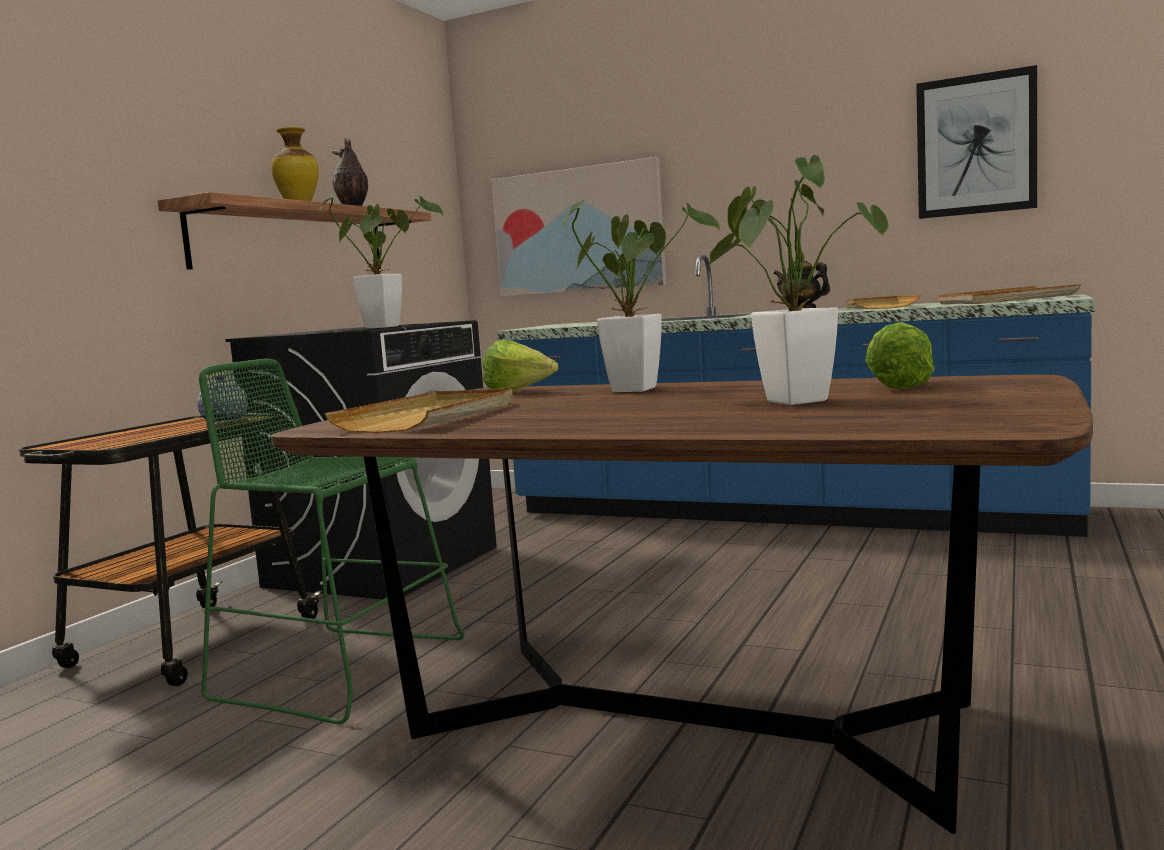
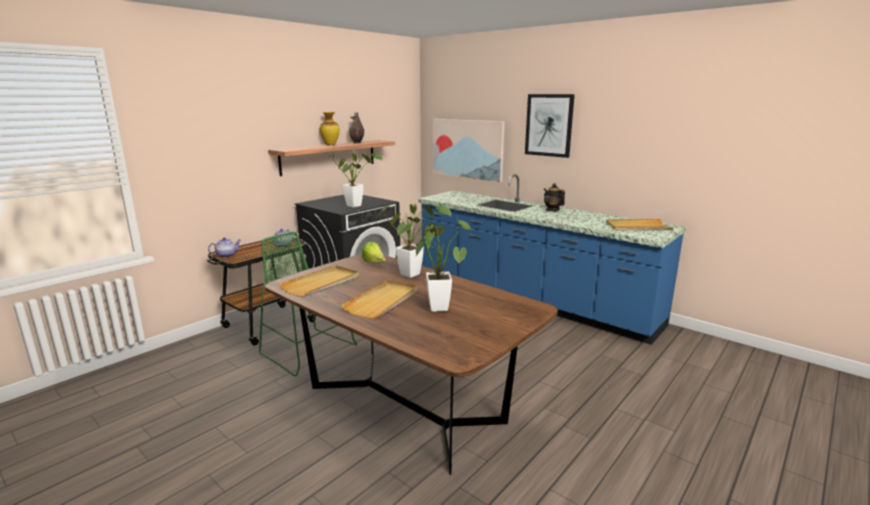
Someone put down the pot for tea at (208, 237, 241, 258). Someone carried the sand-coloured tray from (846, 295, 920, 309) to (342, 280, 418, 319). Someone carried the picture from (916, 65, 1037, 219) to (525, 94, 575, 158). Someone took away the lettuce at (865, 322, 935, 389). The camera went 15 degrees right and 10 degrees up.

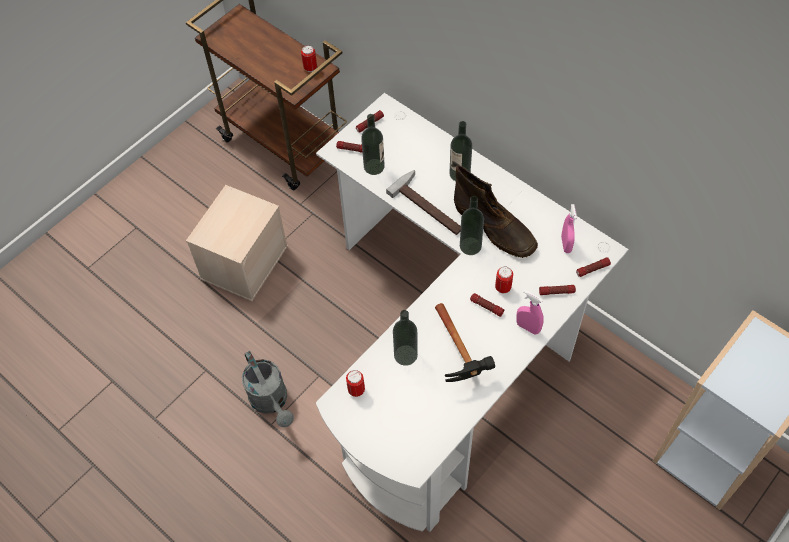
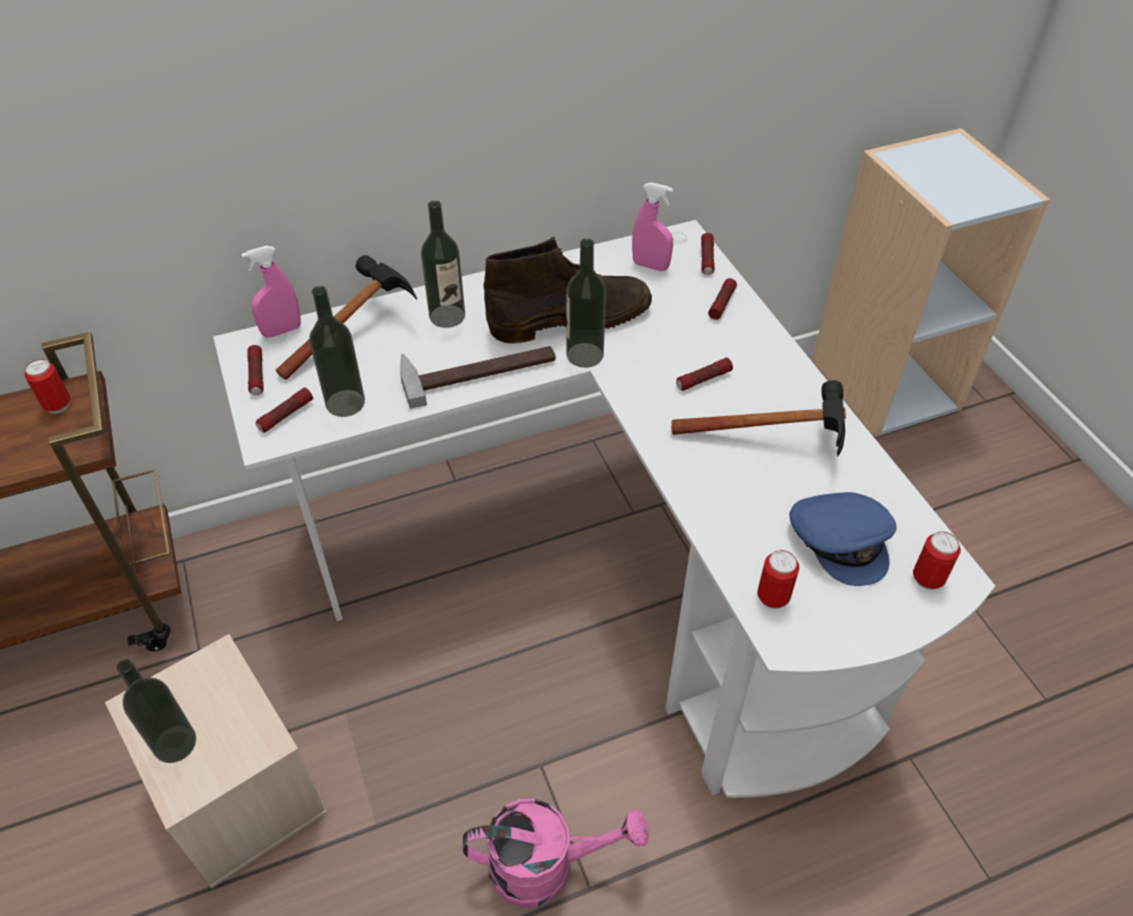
Someone carried the bottle from (393, 310, 418, 366) to (117, 659, 196, 763). Someone carried the pinkish hand sprayer from (516, 290, 544, 335) to (241, 246, 301, 337). Someone put down the hammer at (276, 255, 417, 380). Someone repainted the greyish watering pot at (242, 351, 294, 427), which became the pinkish watering pot at (462, 799, 649, 908). Someone put down the blue-coloured baseball cap at (789, 492, 897, 586). Someone carried the metal can from (495, 267, 513, 293) to (913, 532, 961, 590). The camera went 65 degrees left and 10 degrees down.

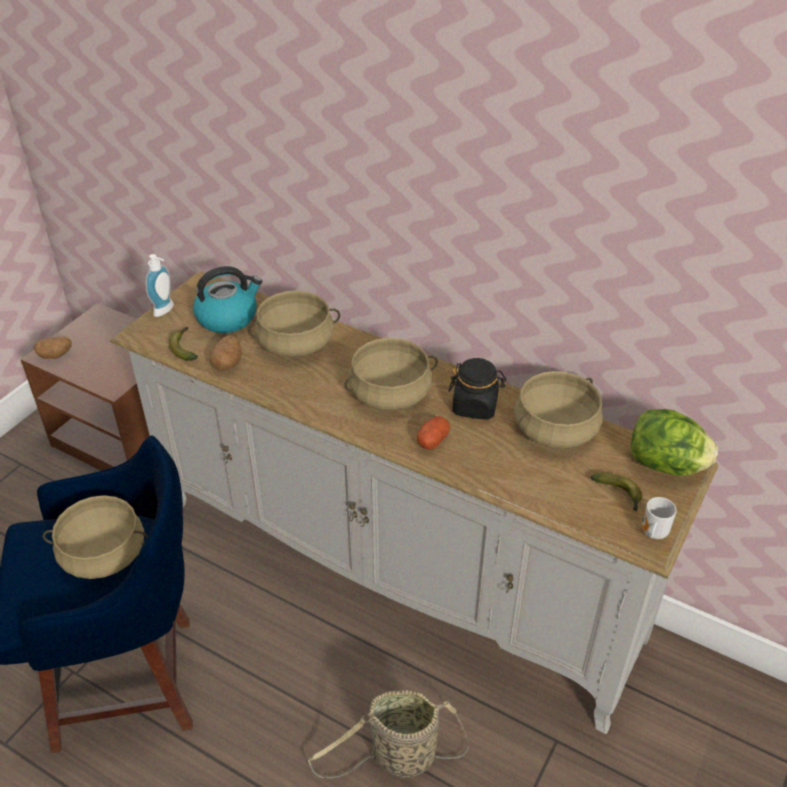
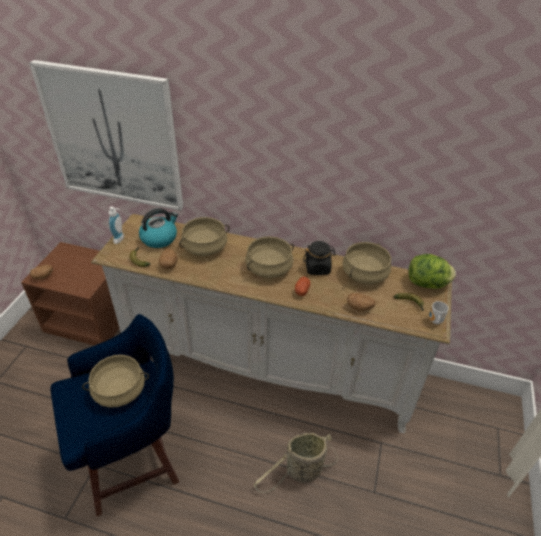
Someone put up the picture at (29, 60, 183, 211). Someone put down the whole potato at (347, 293, 375, 311). The camera went 15 degrees left and 0 degrees up.

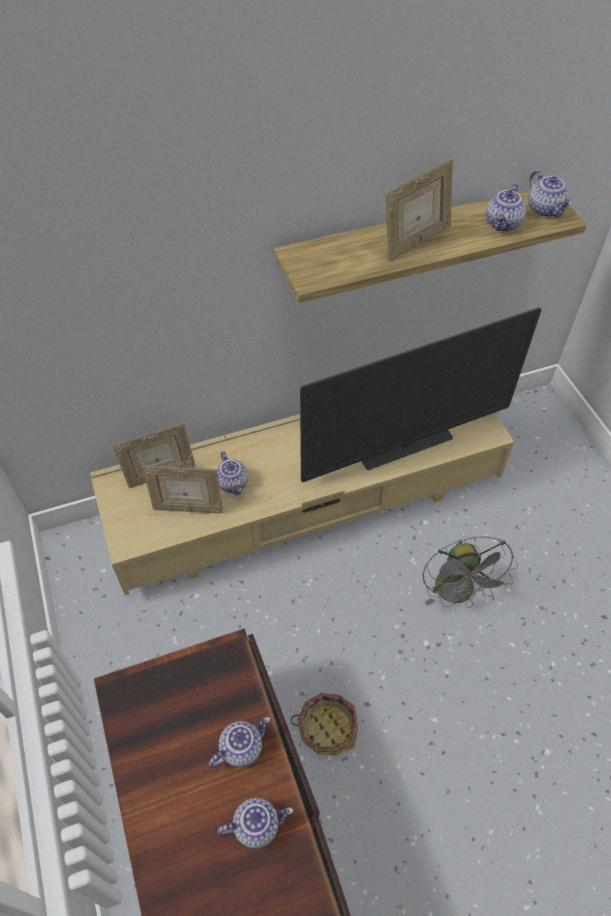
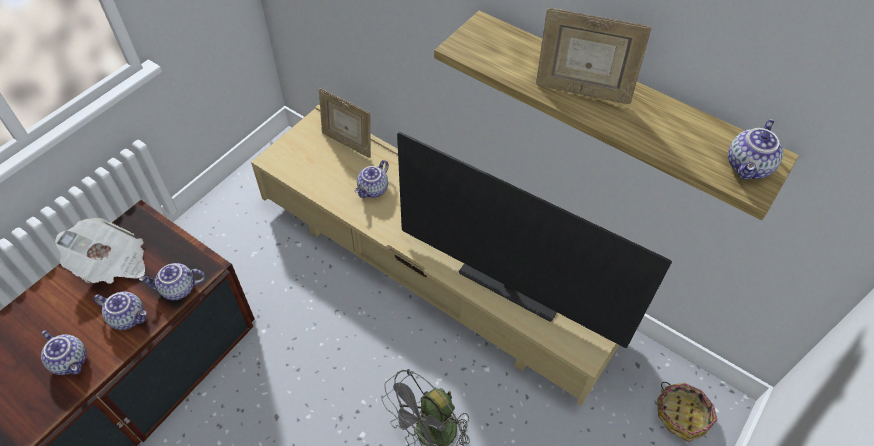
Someone put down the daily paper at (55, 218, 145, 284). Someone carried the pot for tea from (486, 184, 526, 232) to (139, 263, 205, 300). Someone carried the storage basket from (291, 693, 358, 755) to (657, 382, 717, 442). Someone took away the photo frame at (142, 466, 223, 514). The camera went 55 degrees right and 0 degrees up.

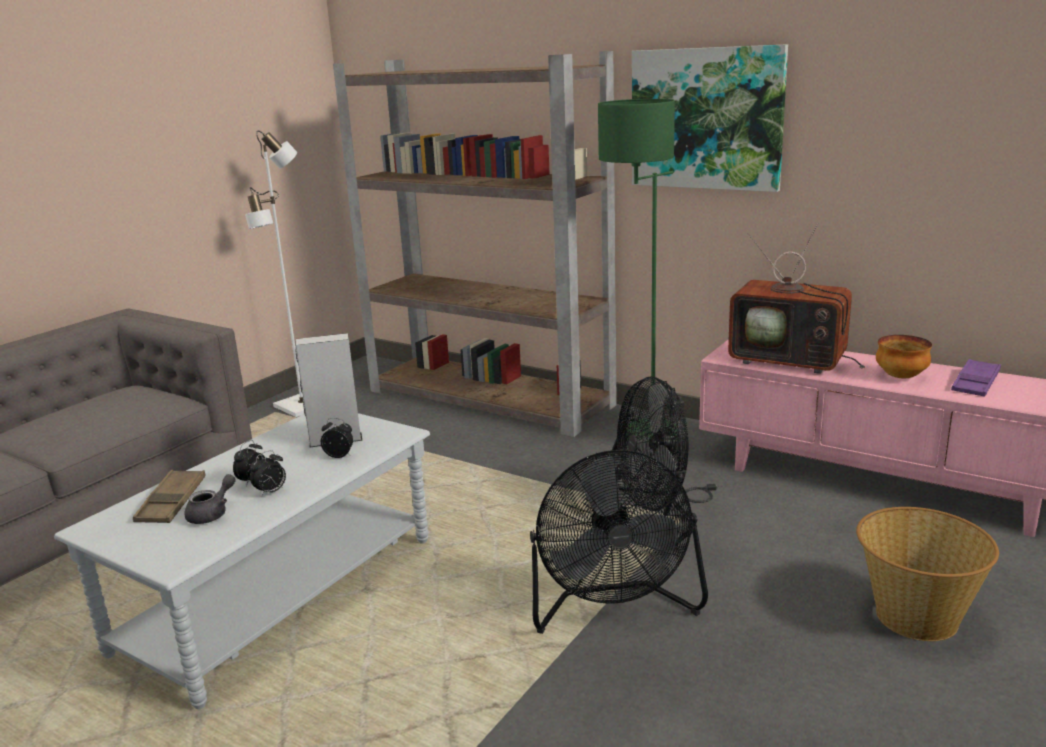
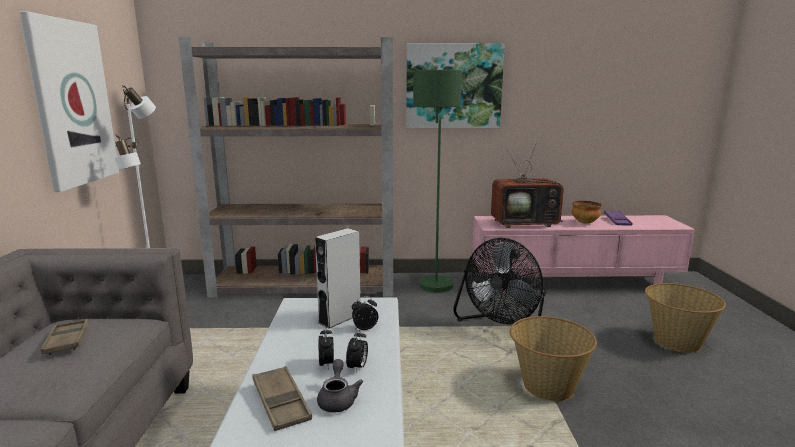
Someone put up the picture at (20, 11, 119, 192). Someone put down the brownish tray at (40, 319, 89, 355). Someone swapped the black electric fan at (530, 450, 708, 634) for the storage basket at (510, 316, 597, 402). The camera went 35 degrees left and 5 degrees down.

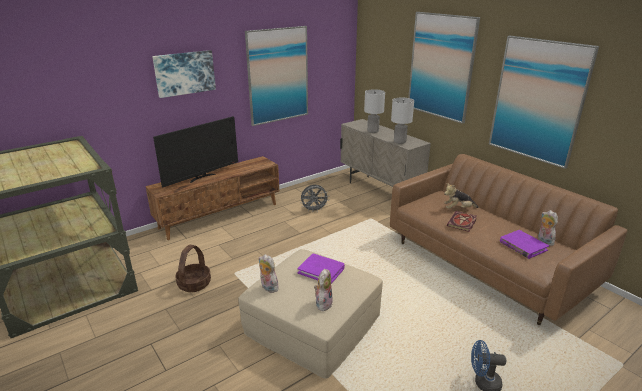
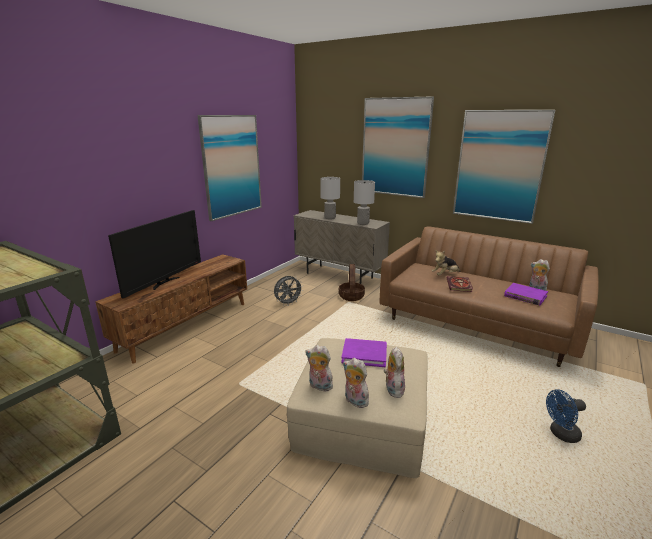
Someone carried the storage basket from (175, 245, 211, 292) to (339, 264, 365, 301). Someone put down the soft toy at (343, 358, 369, 408). Someone took away the picture at (152, 50, 216, 98). The camera went 20 degrees left and 5 degrees down.

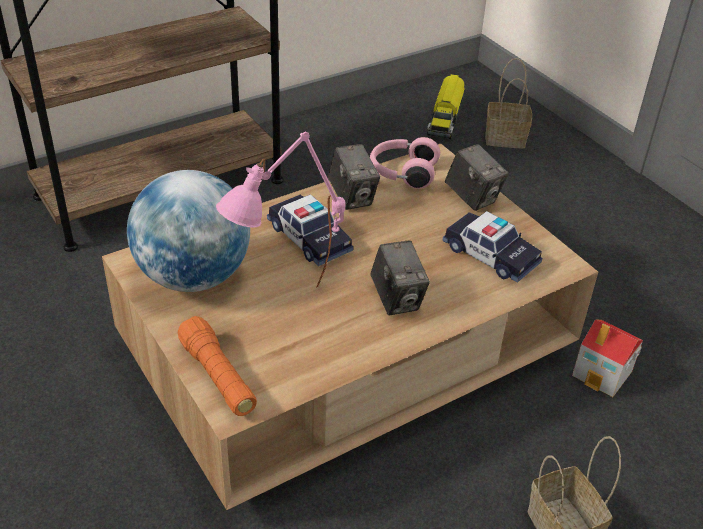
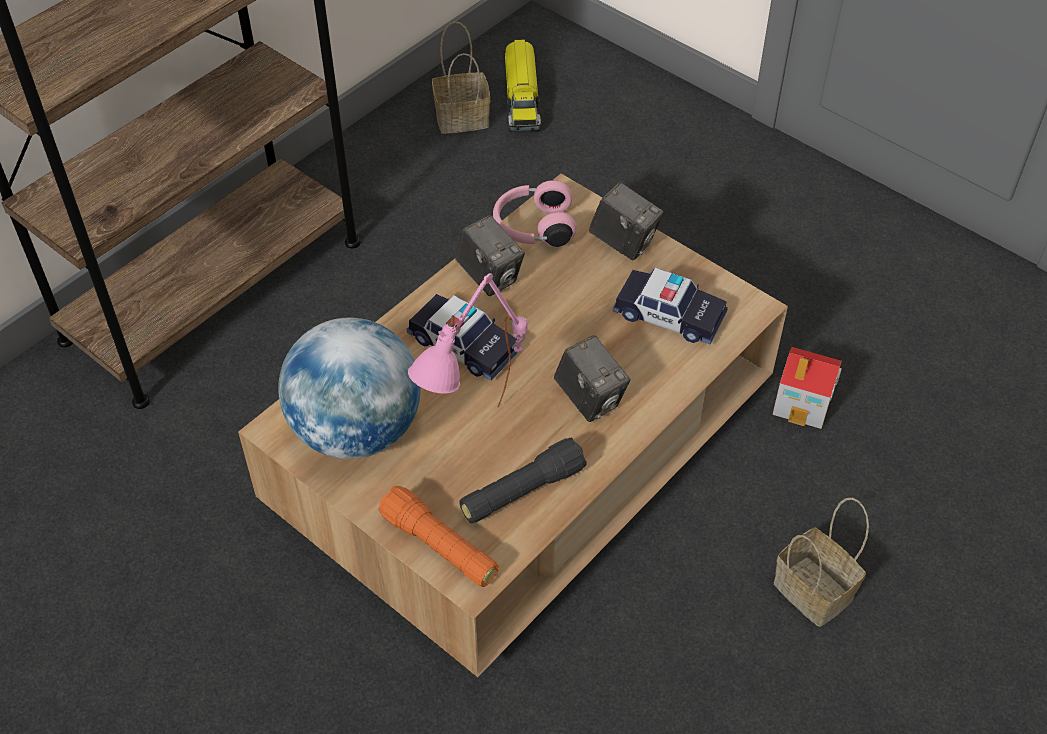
Someone carried the storage basket from (485, 58, 532, 149) to (432, 21, 490, 134). Someone put down the black torch at (459, 437, 587, 523). The camera went 15 degrees left and 10 degrees up.

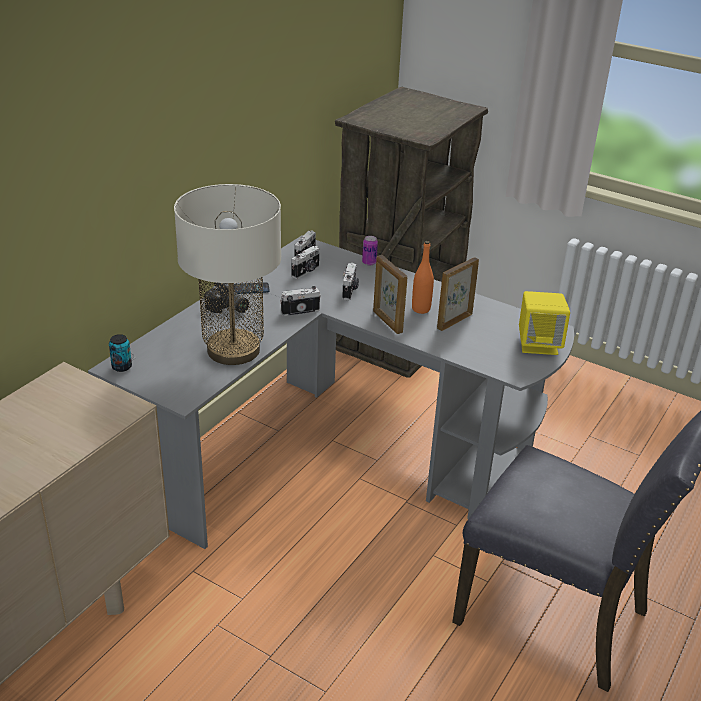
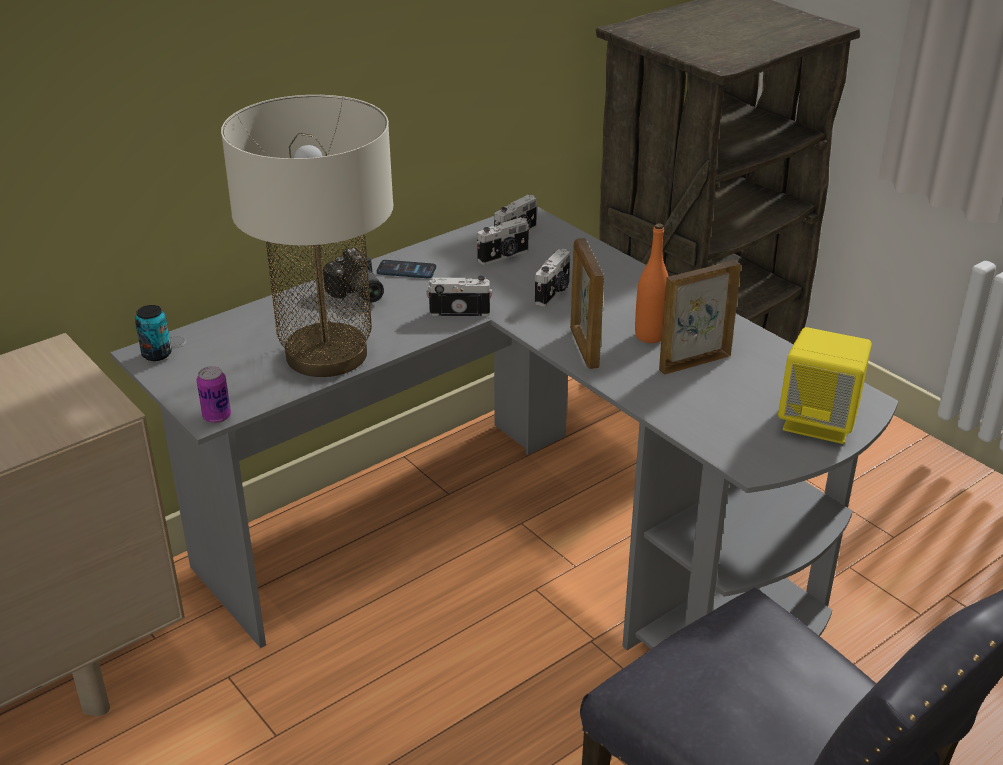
Someone carried the metal can from (362, 236, 378, 265) to (197, 366, 231, 423). The camera went 20 degrees right and 0 degrees up.

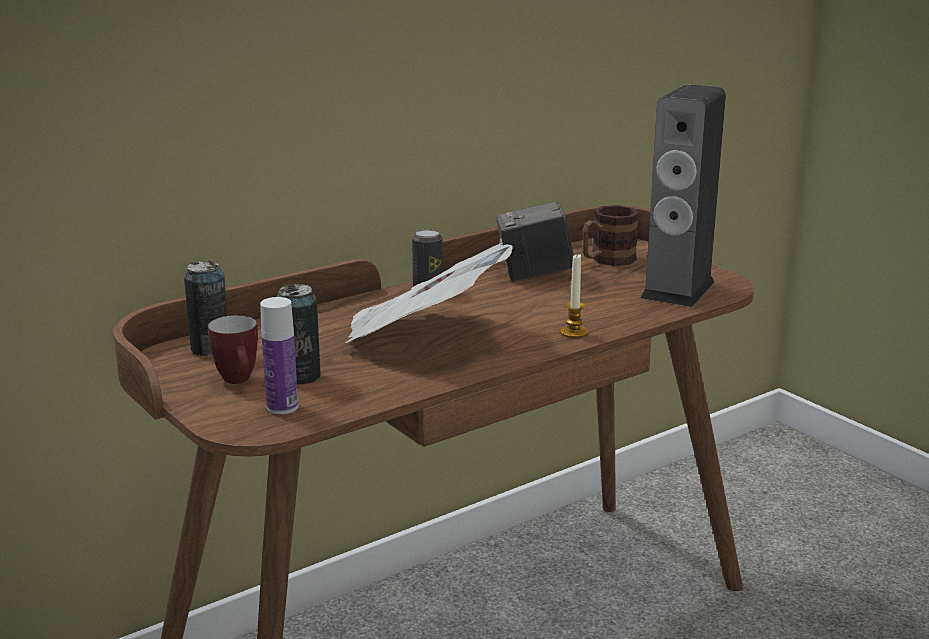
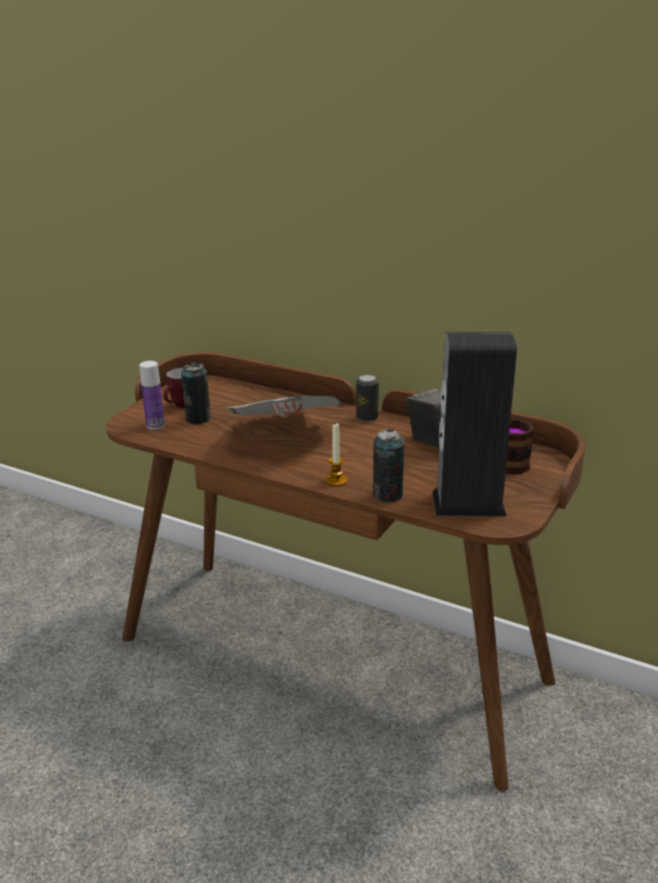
Someone carried the metal can from (184, 261, 228, 356) to (373, 429, 404, 503). The camera went 65 degrees right and 5 degrees up.

